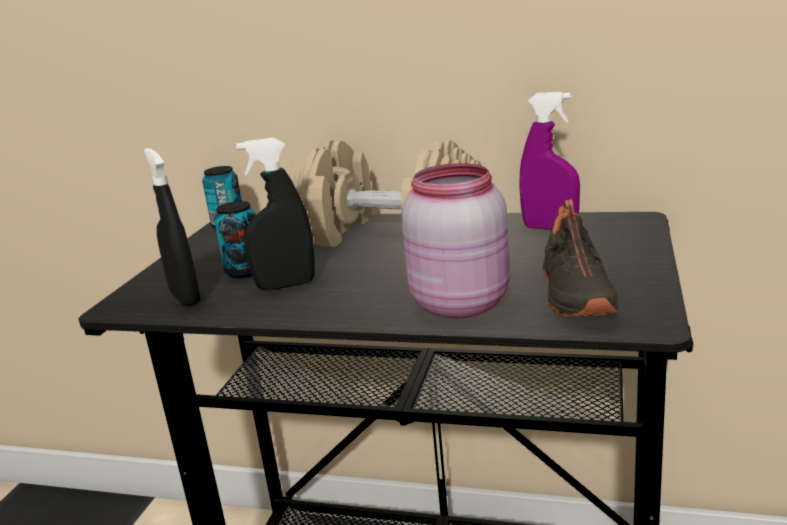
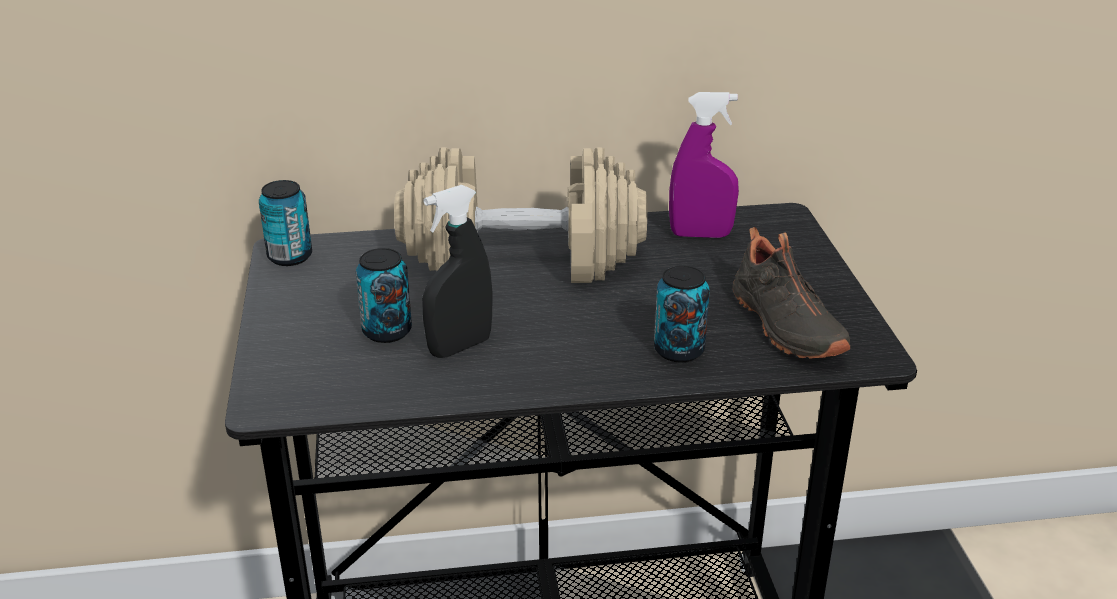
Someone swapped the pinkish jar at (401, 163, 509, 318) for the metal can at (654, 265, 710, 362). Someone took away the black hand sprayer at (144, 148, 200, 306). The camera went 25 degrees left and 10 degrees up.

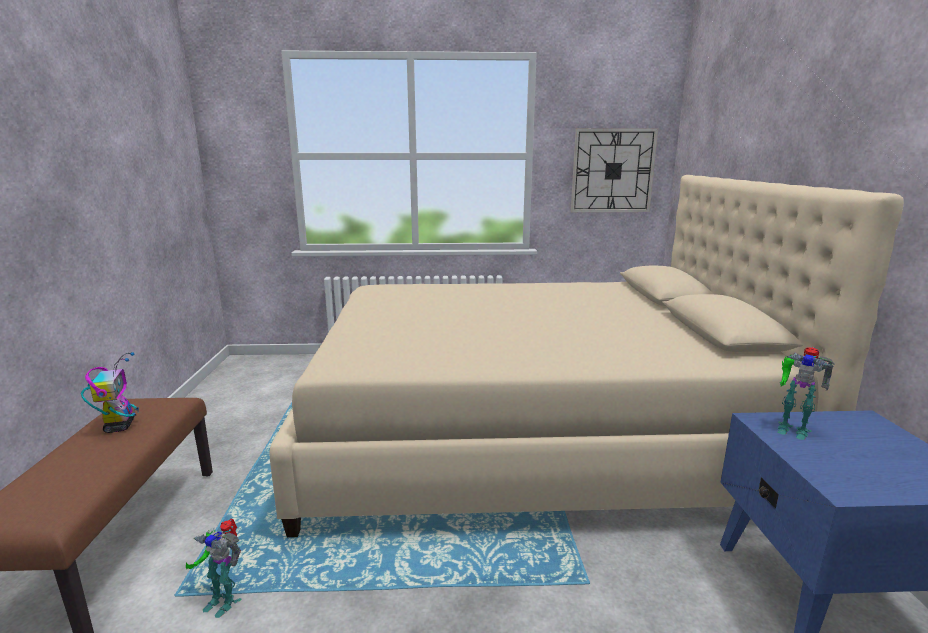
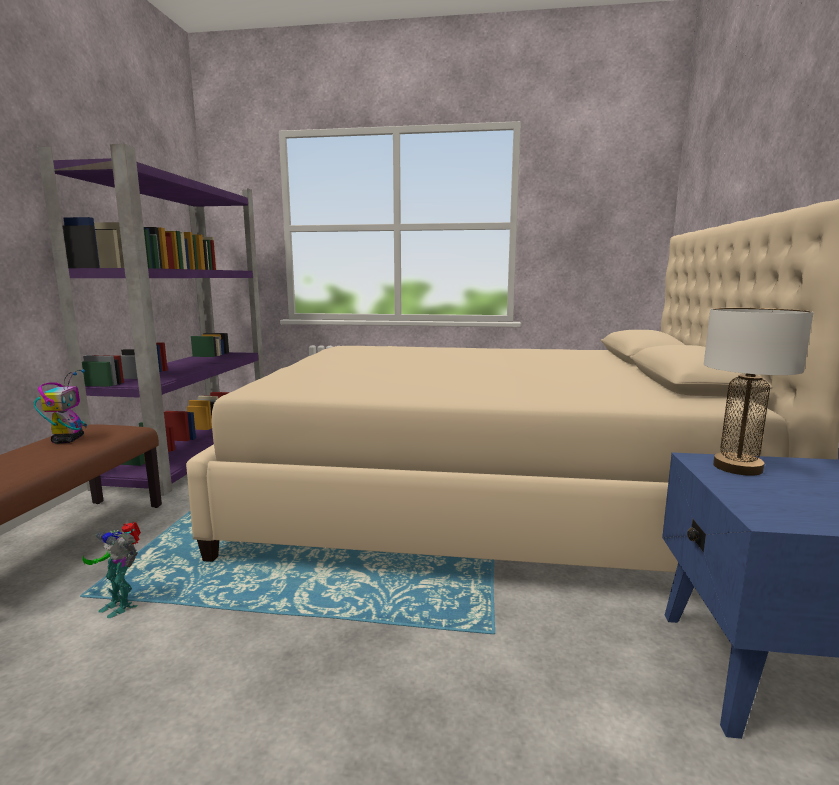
Someone put down the purple bookcase at (37, 144, 264, 496). Someone swapped the robot figure at (778, 347, 835, 440) for the tabletop lamp at (704, 308, 814, 476). Someone took away the clock on the wall at (571, 128, 658, 212). The camera went 10 degrees right and 5 degrees down.

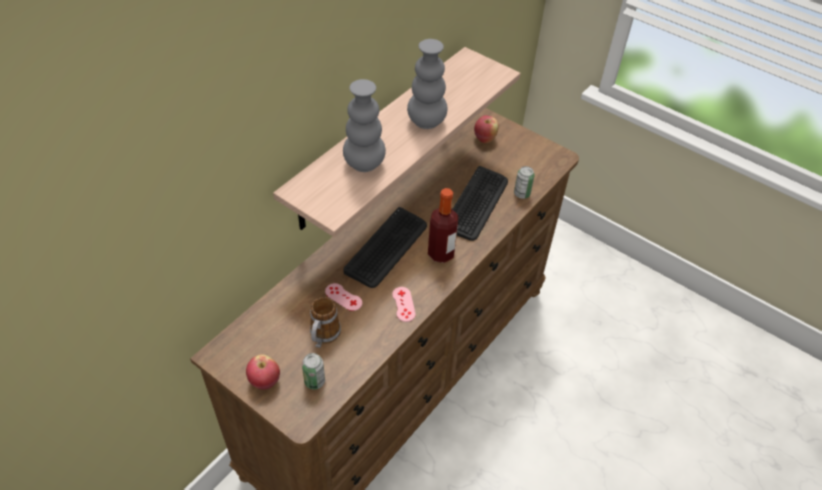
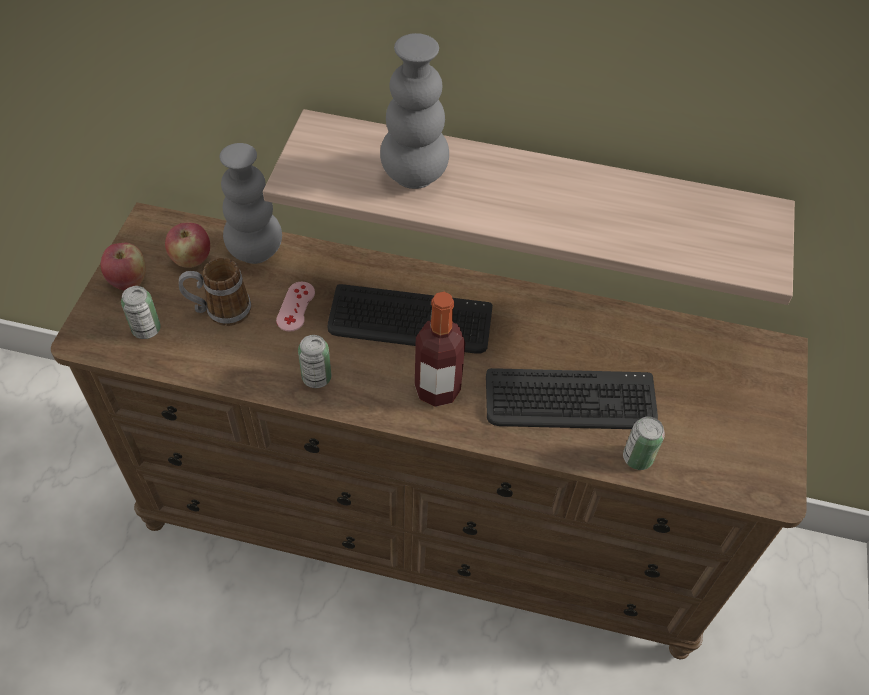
Someone carried the apple fruit from (474, 115, 499, 143) to (165, 223, 210, 268). Someone carried the greyish vase from (407, 39, 448, 129) to (219, 143, 282, 264). Someone swapped the pinkish gamepad at (392, 287, 416, 322) for the metal can at (298, 335, 332, 388). The camera went 65 degrees right and 5 degrees up.

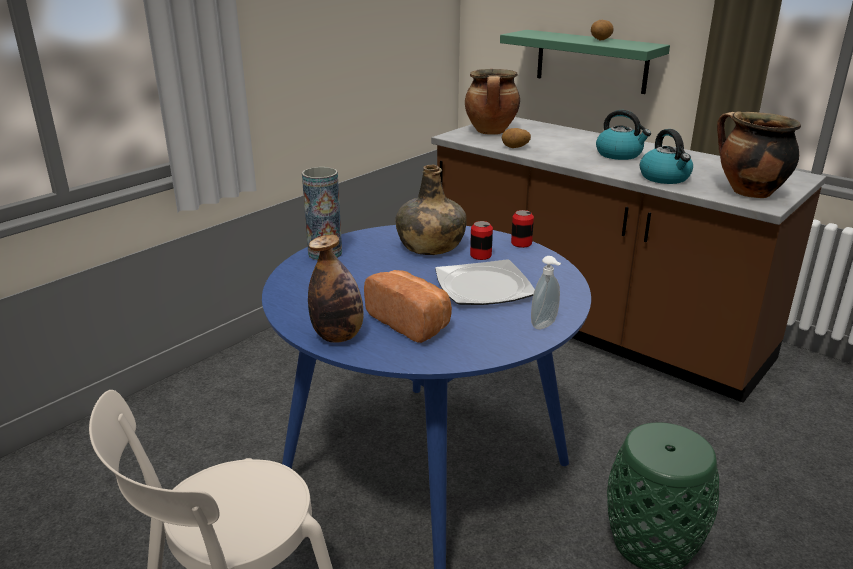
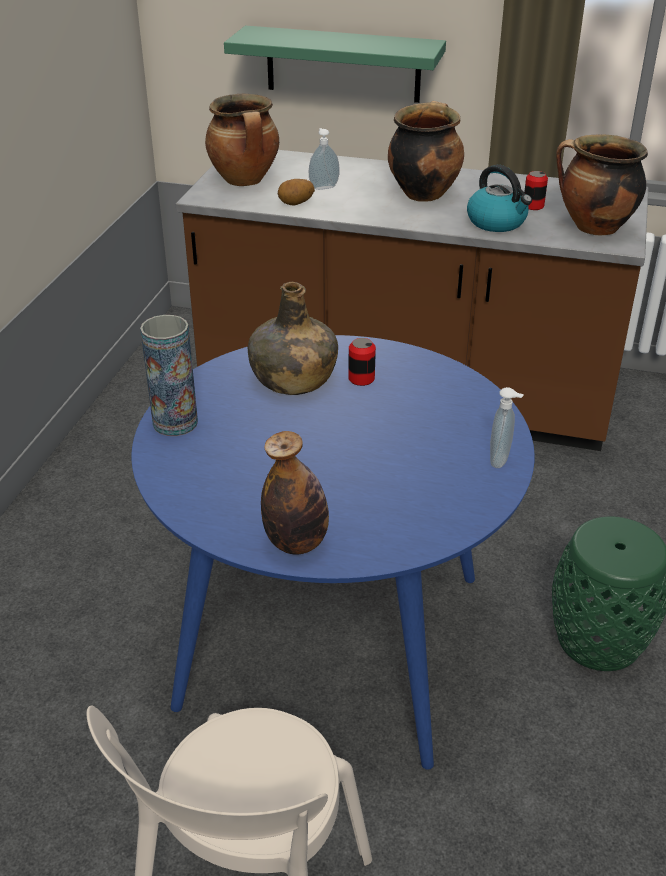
Someone put down the soap dispenser at (309, 128, 340, 190). Someone swapped the water kettle at (596, 110, 651, 160) for the cooking pot at (388, 101, 464, 202). Someone carried the metal can from (511, 210, 534, 248) to (524, 171, 548, 210). Someone took away the baked bread at (364, 270, 452, 343). Someone took away the flat dish at (435, 259, 535, 305). Someone took away the whole potato at (591, 20, 614, 40). The camera went 25 degrees left and 10 degrees up.

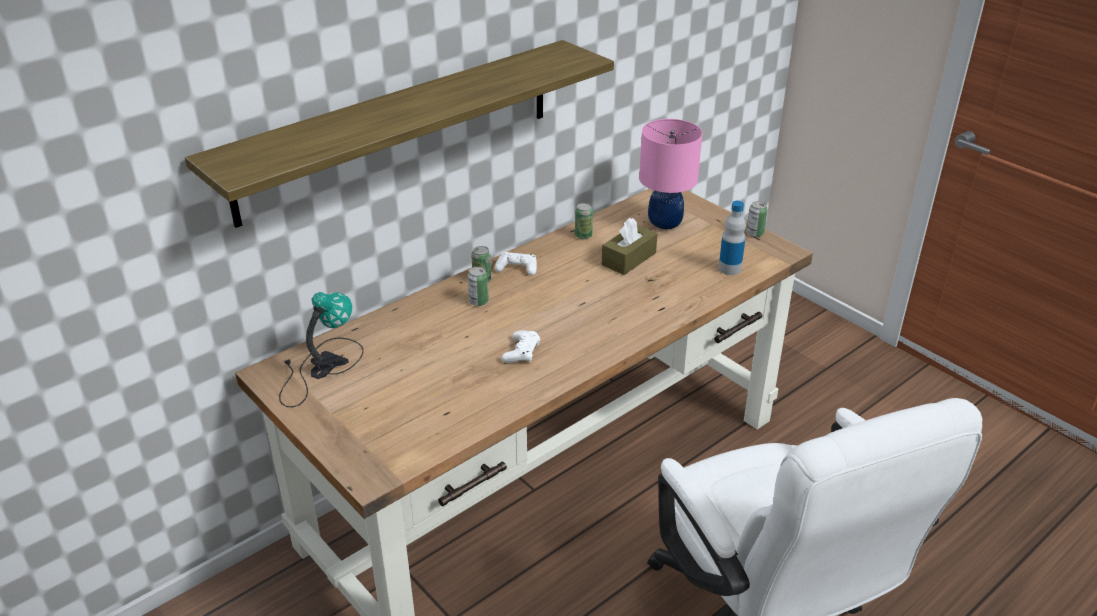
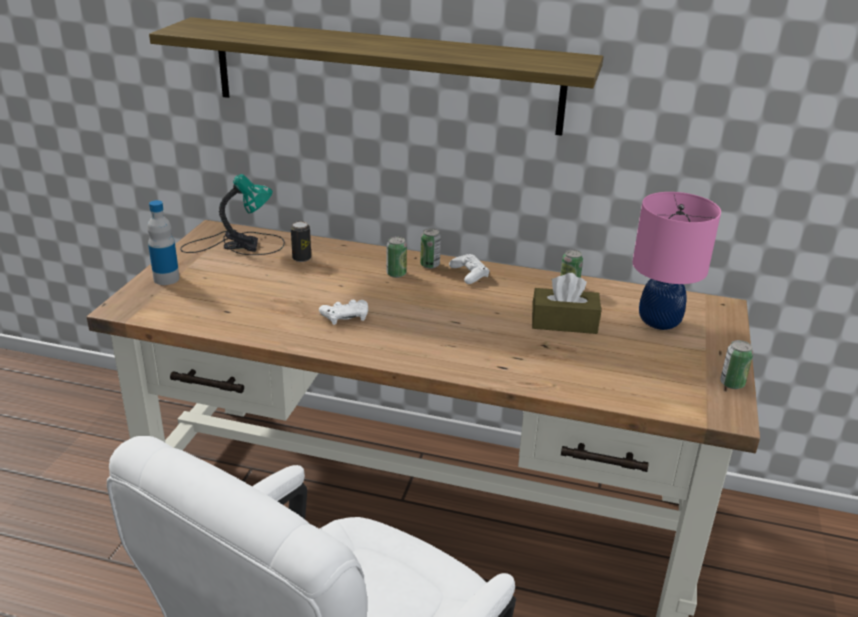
Someone carried the bottle from (718, 201, 746, 275) to (147, 200, 180, 285). Someone put down the metal can at (291, 221, 311, 262). The camera went 55 degrees right and 5 degrees down.

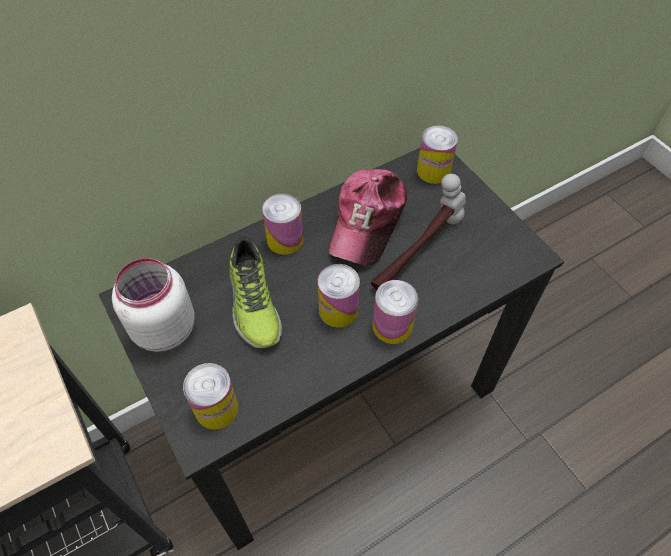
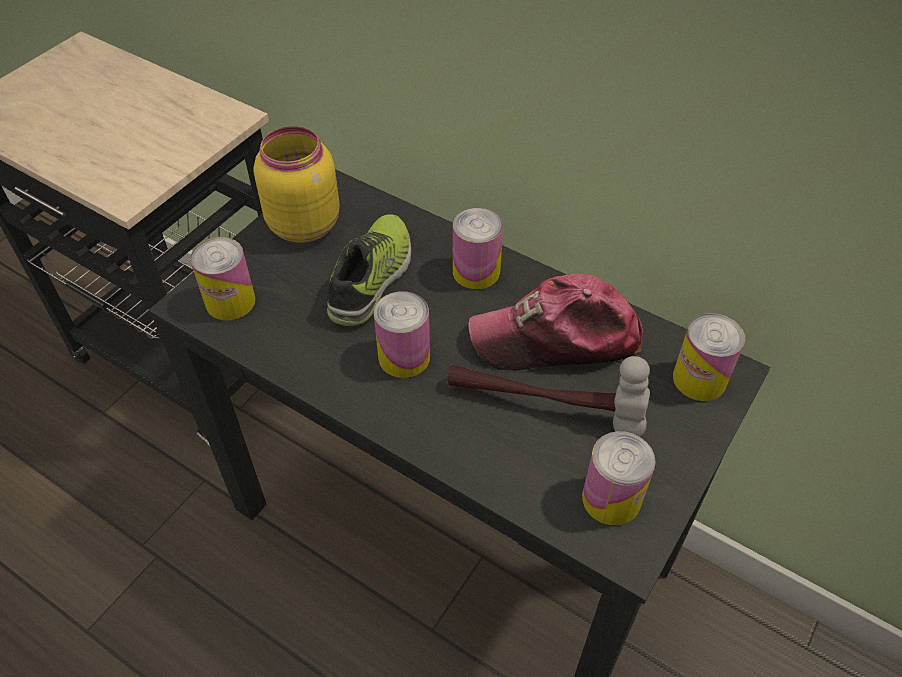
Someone repainted the white jar at (112, 258, 195, 352), which became the yellow-coloured jar at (253, 126, 340, 243). Someone rotated the item of footwear at (229, 236, 282, 348) by 150 degrees clockwise. Someone carried the metal can from (372, 280, 418, 344) to (582, 431, 656, 526). The camera went 65 degrees right and 5 degrees down.

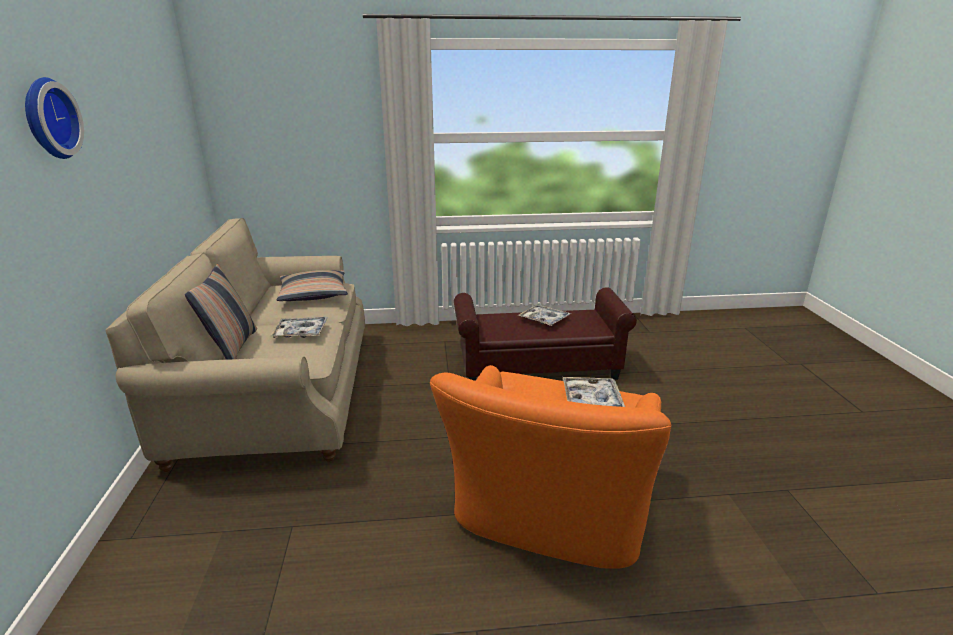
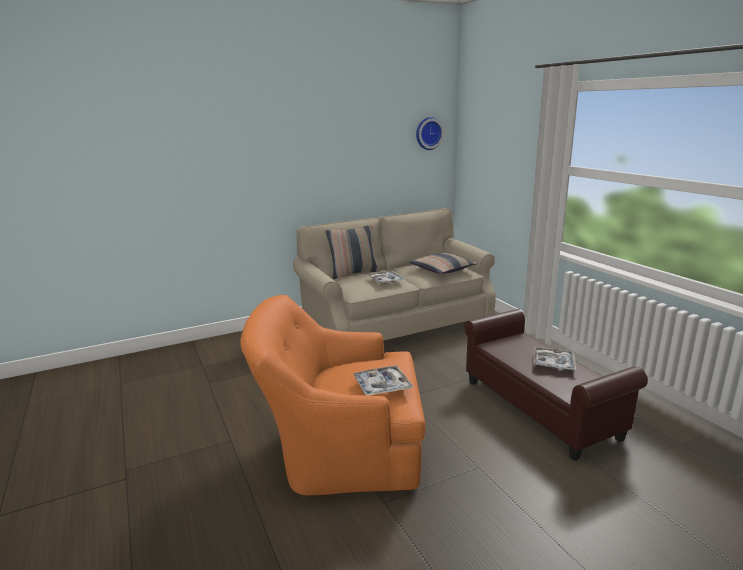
Someone carried the clock on the wall from (25, 77, 84, 159) to (416, 117, 444, 150). The camera went 70 degrees right and 5 degrees down.

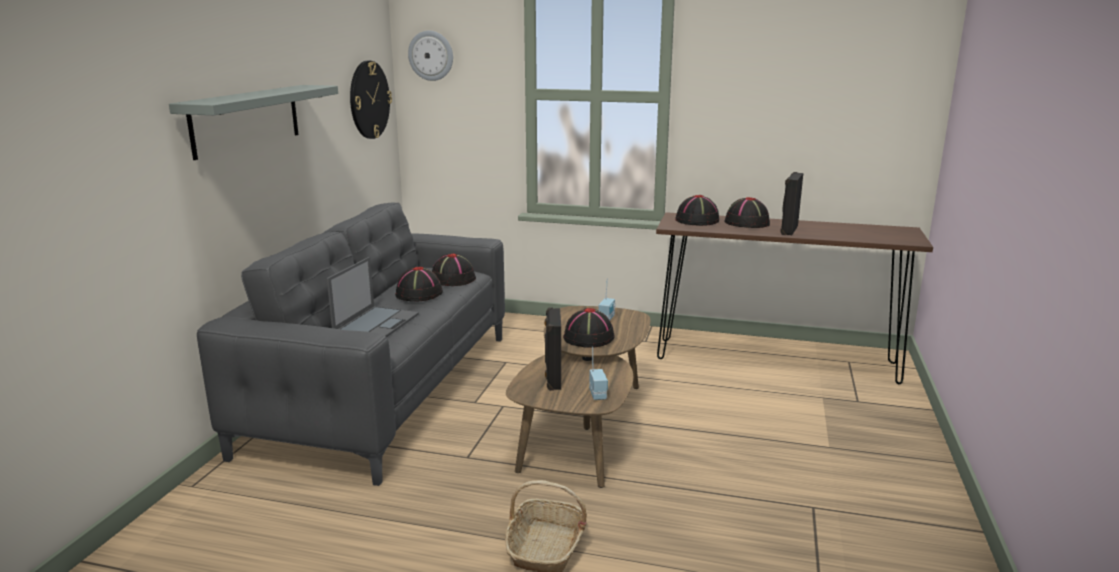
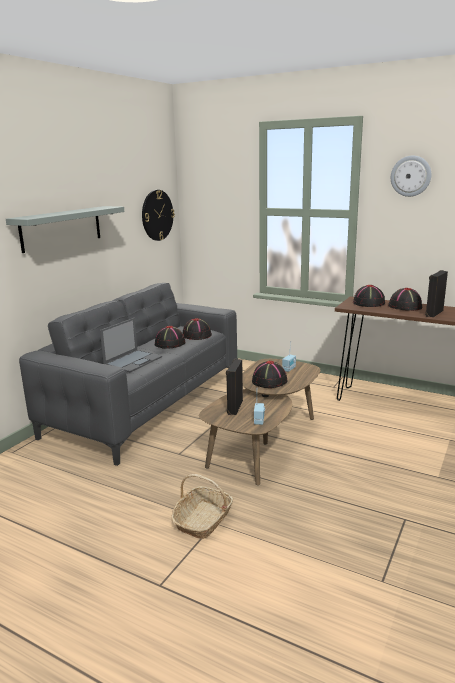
Someone carried the clock on the wall from (408, 31, 453, 81) to (391, 156, 431, 197). The camera went 15 degrees right and 0 degrees up.

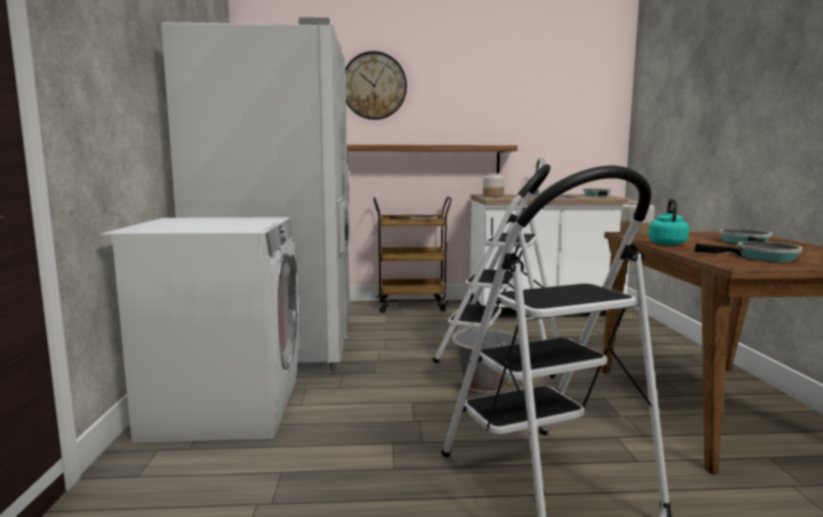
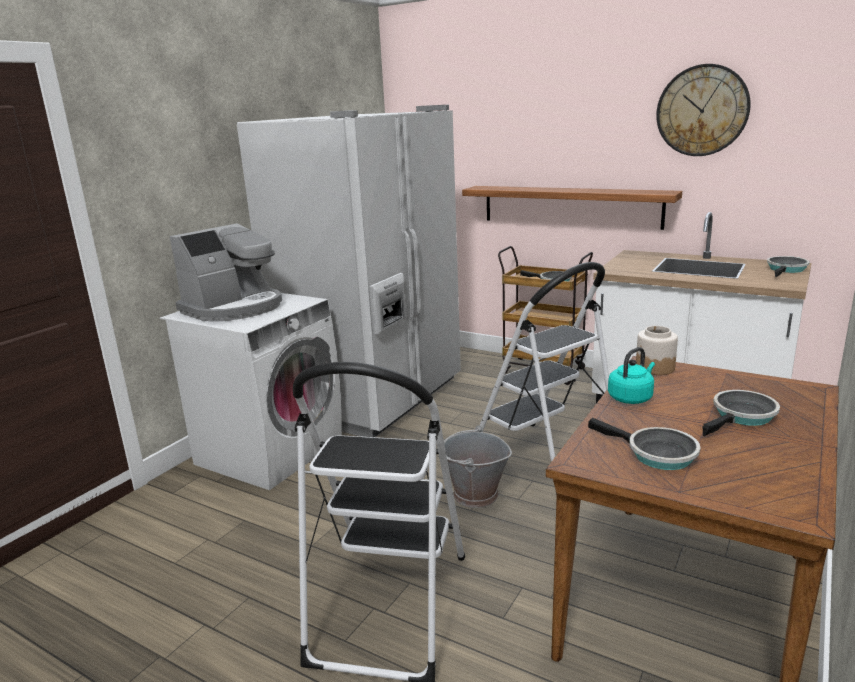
Someone put down the coffee maker at (169, 223, 282, 322). Someone carried the clock on the wall from (345, 51, 407, 120) to (656, 64, 751, 156). Someone took away the jar at (483, 173, 504, 197). The camera went 35 degrees right and 10 degrees up.

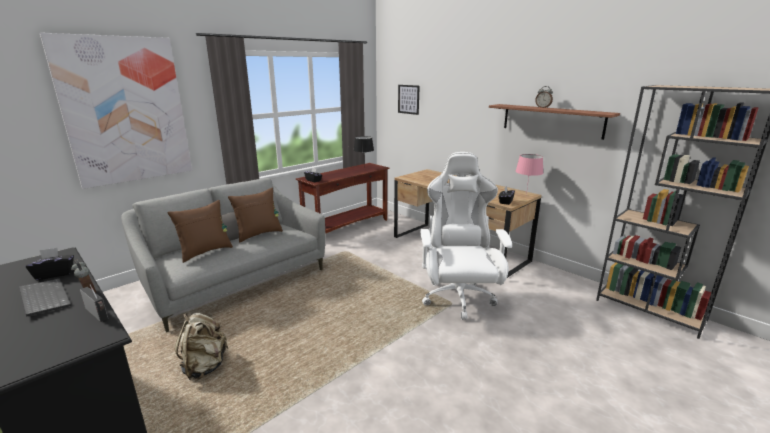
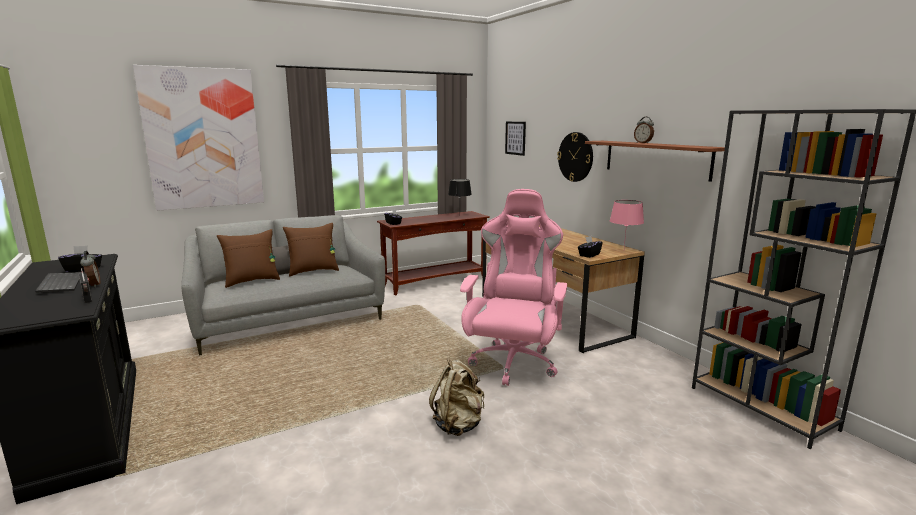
Someone carried the sand-coloured knapsack from (175, 313, 229, 380) to (429, 358, 484, 436). Someone repainted the white desk chair at (421, 152, 512, 320), which became the pinkish desk chair at (460, 189, 567, 386). Someone put up the clock on the wall at (557, 132, 593, 182). The camera went 15 degrees right and 5 degrees down.

